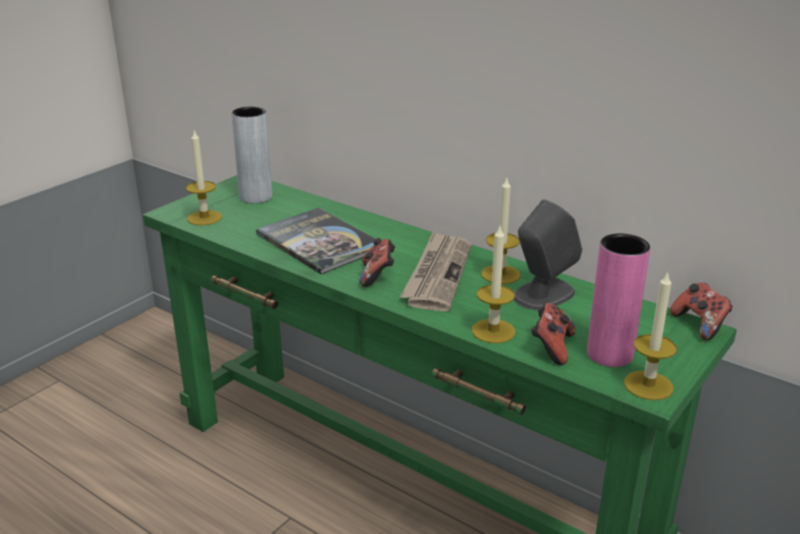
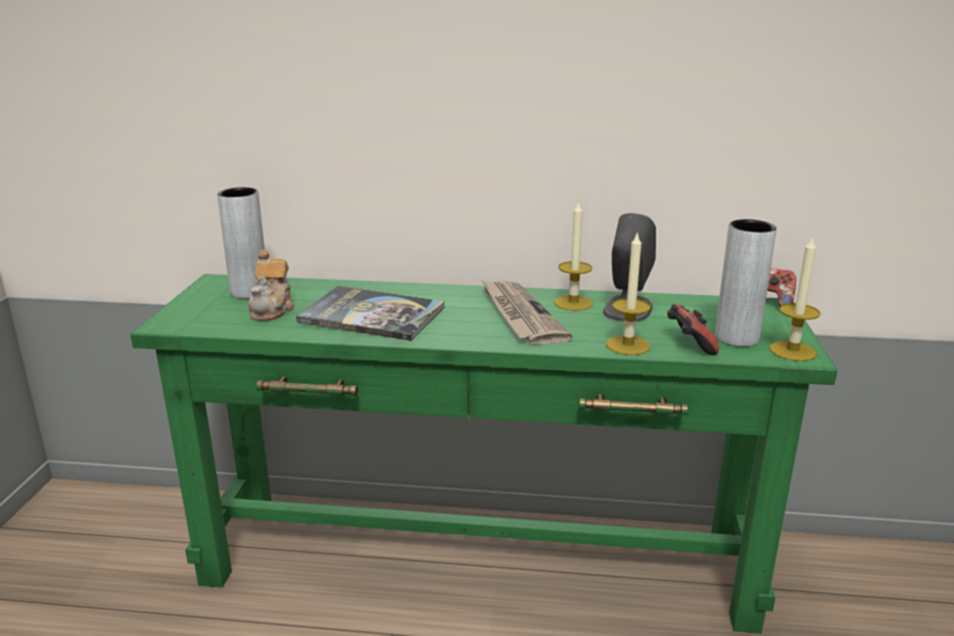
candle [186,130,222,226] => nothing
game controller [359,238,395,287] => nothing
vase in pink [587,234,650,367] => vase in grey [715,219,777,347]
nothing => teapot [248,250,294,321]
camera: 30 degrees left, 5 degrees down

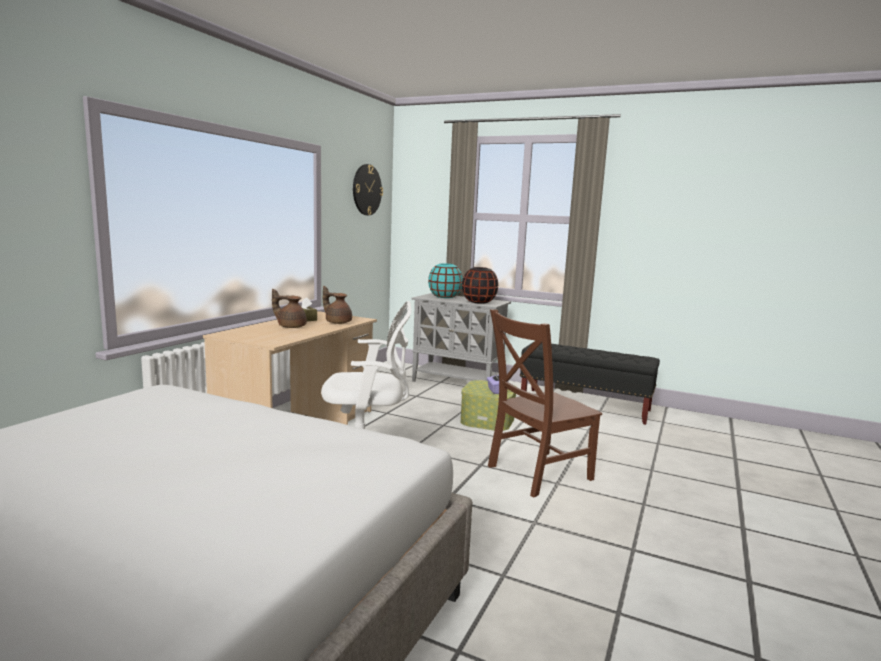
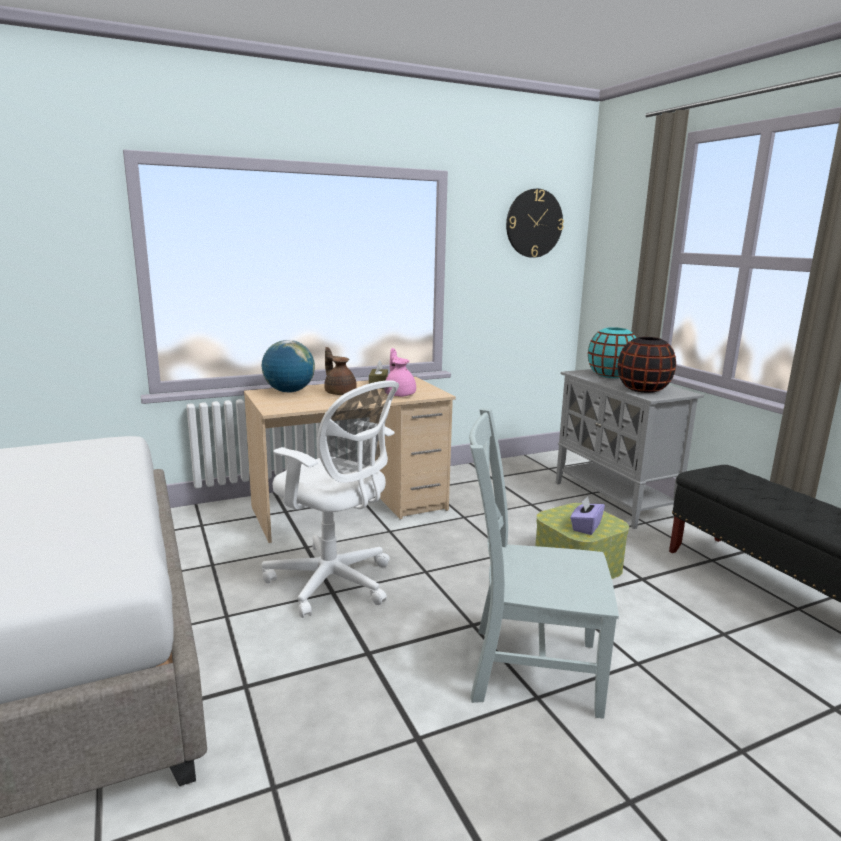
teapot in brown [323,286,352,324] => teapot in pink [386,348,416,397]
chair in brown [488,309,602,498] => chair in grey [469,408,619,719]
nothing => globe [261,340,315,393]
camera: 40 degrees right, 5 degrees up

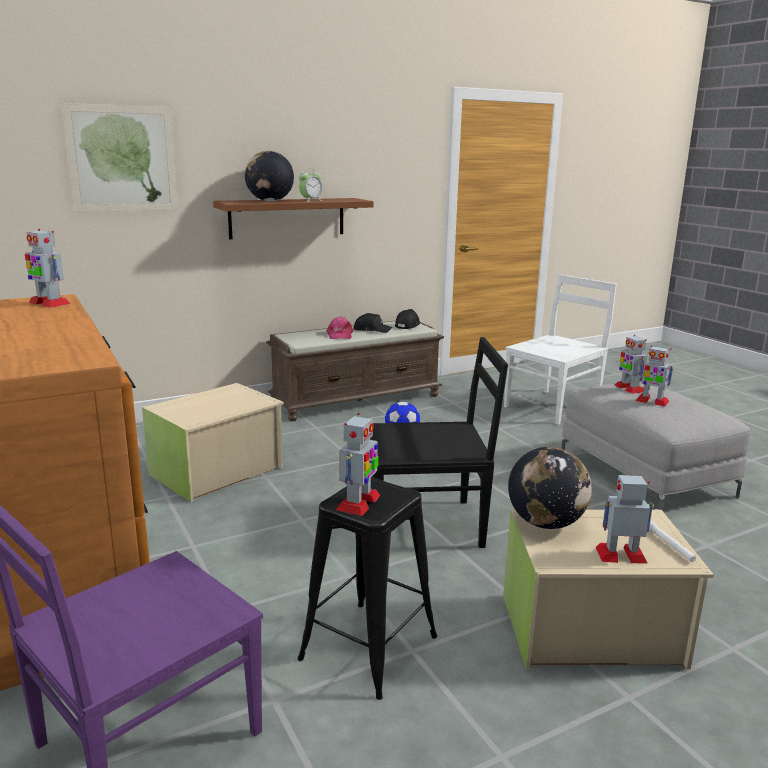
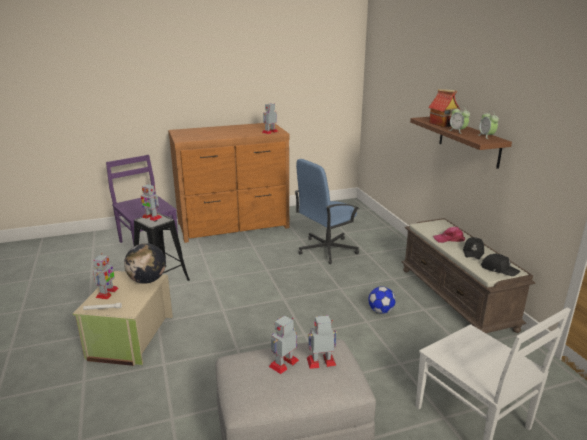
picture [62,103,178,213] => nothing
storage box in beige [142,383,284,502] => office chair in blue [294,159,360,264]
globe [245,151,294,201] => toy house [428,89,460,127]
chair in black [370,337,508,548] => nothing
nothing => alarm clock [478,111,499,139]
camera: 100 degrees right, 5 degrees up

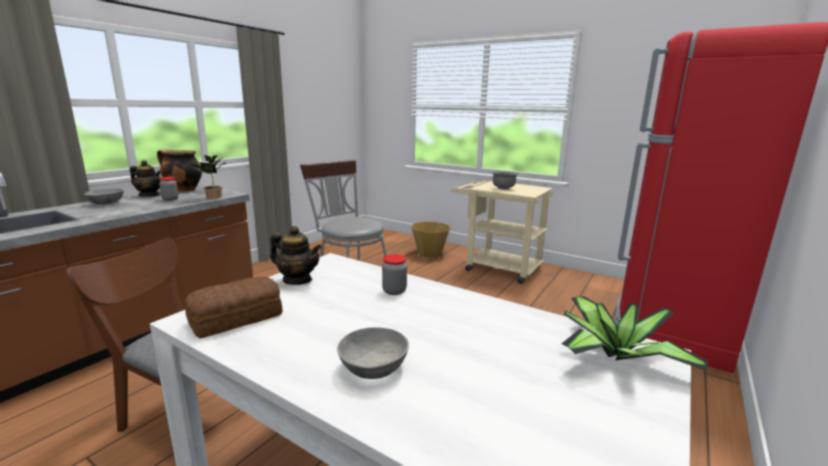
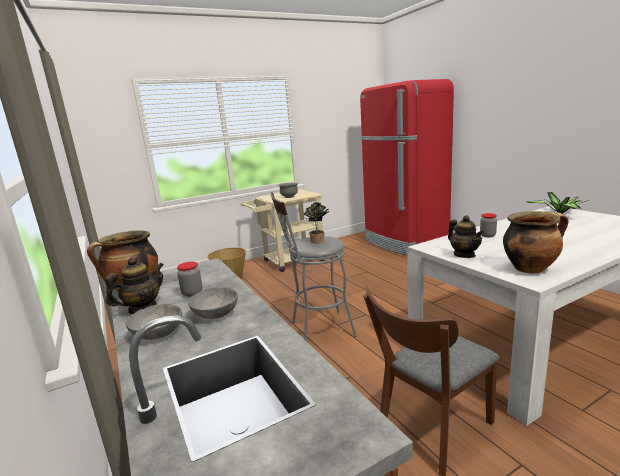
bread [184,277,282,339] => cooking pot [503,211,569,273]
potted plant [190,155,226,199] => potted plant [303,203,329,243], moved
teapot [270,226,322,285] => teapot [448,215,484,258], 105 degrees clockwise
bowl in grey [337,327,409,379] => bowl in grey [188,287,238,319], moved
camera: 60 degrees left, 0 degrees up

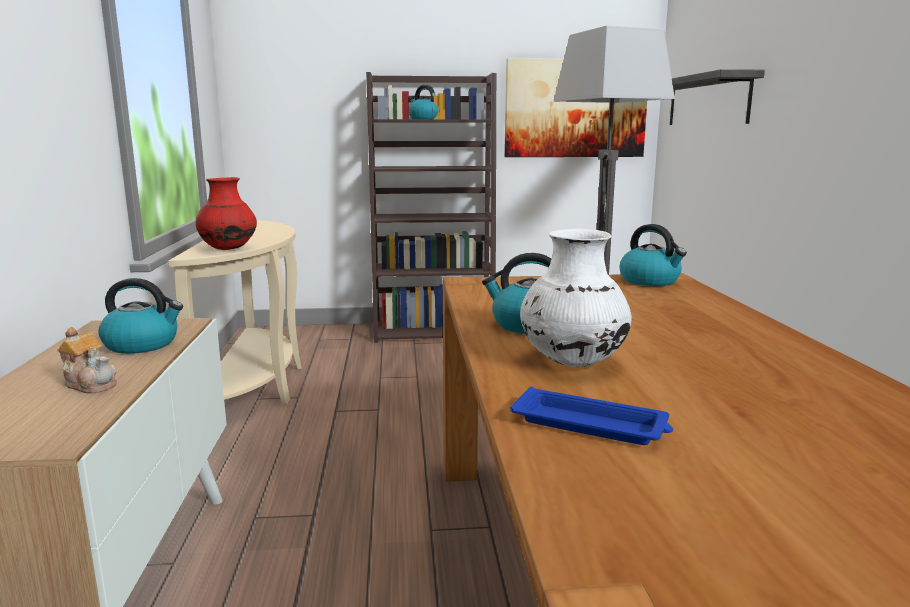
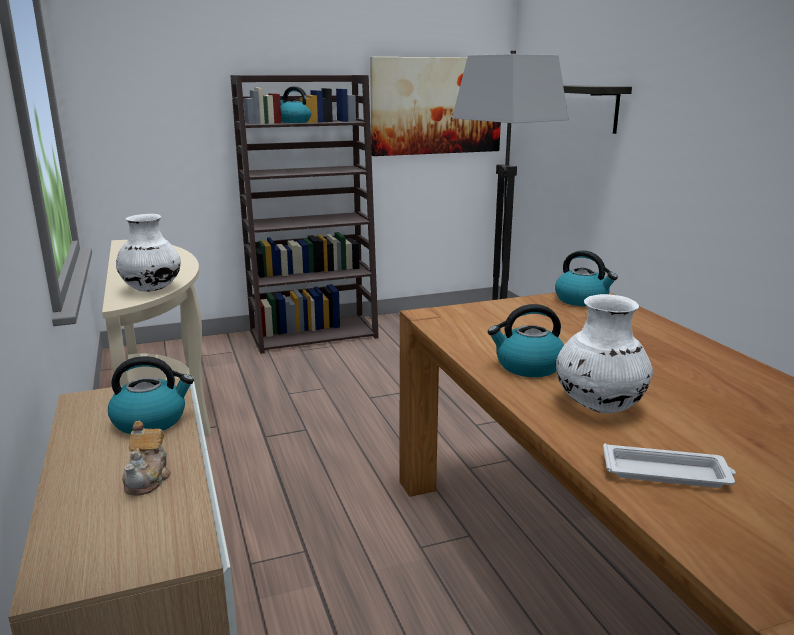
teapot [58,327,117,393] => teapot [122,421,171,496], 75 degrees clockwise
vase in red [195,177,257,250] => vase in white [116,214,181,292]
tray in blue [510,387,673,445] => tray in white [603,443,736,488]
camera: 15 degrees left, 5 degrees up

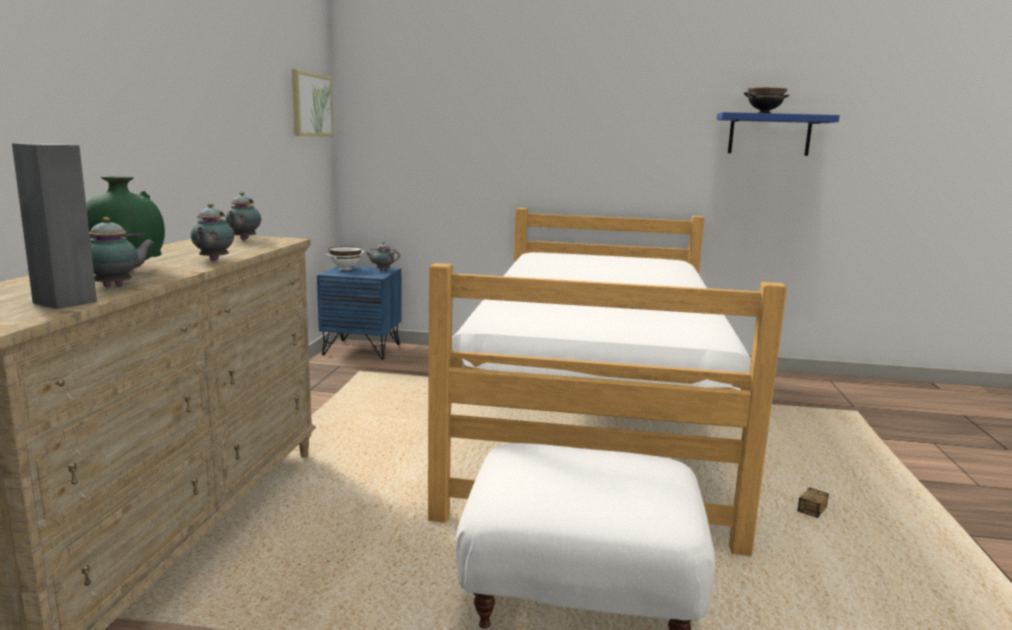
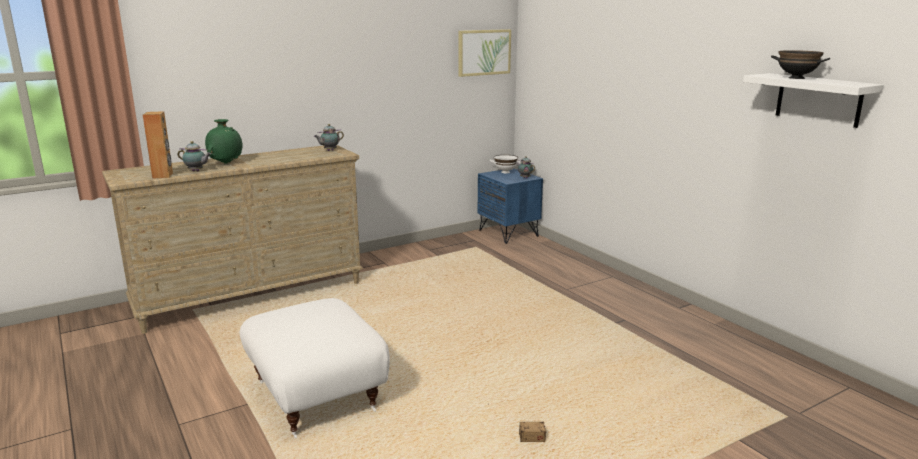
speaker in grey [12,143,97,309] => speaker in brown [143,111,173,179]
teapot [191,203,234,261] => nothing
bed [428,208,787,556] => nothing
shelf in blue [717,112,840,156] => shelf in white [743,73,884,128]
camera: 50 degrees right, 5 degrees up

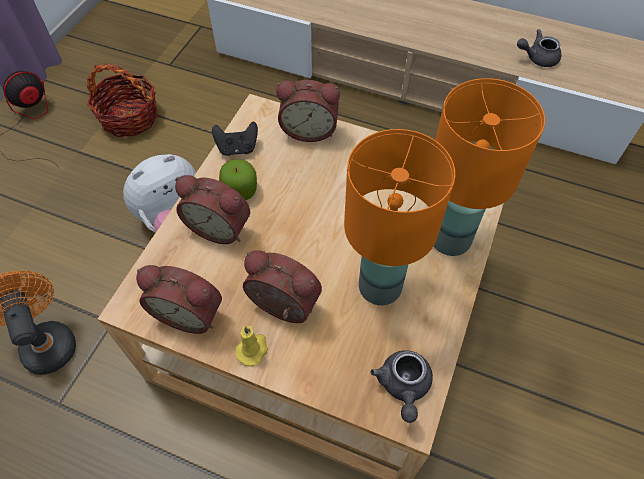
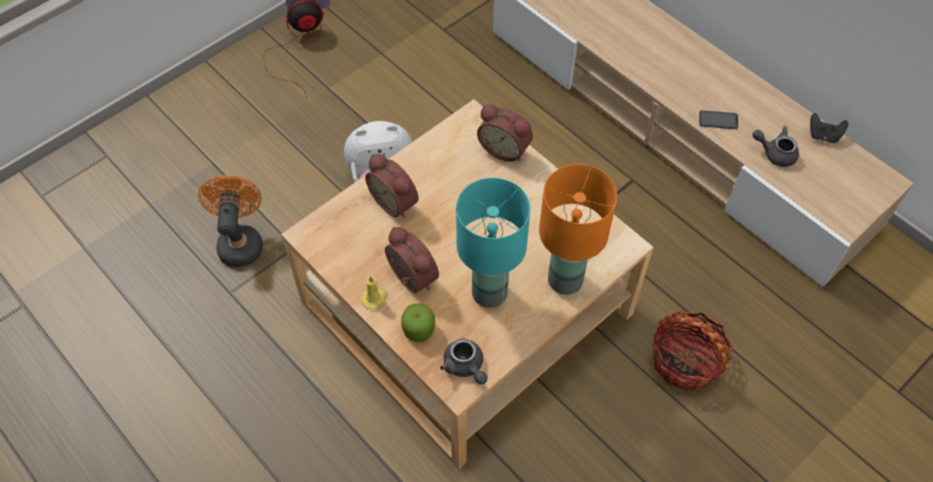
basket [87,63,158,137] => basket [652,311,733,391], moved
alarm clock [136,265,222,334] => nothing
game controller in black [212,122,258,156] => game controller in black [810,113,848,143], moved
apple [219,159,257,200] => apple [401,304,435,342], moved
table lamp in orange [344,129,455,305] => table lamp in turquoise [456,178,530,308]
teapot in grey [370,350,433,423] => teapot in grey [440,338,487,384], 60 degrees counterclockwise
nothing => phone [699,110,738,129]
camera: 25 degrees right, 0 degrees up

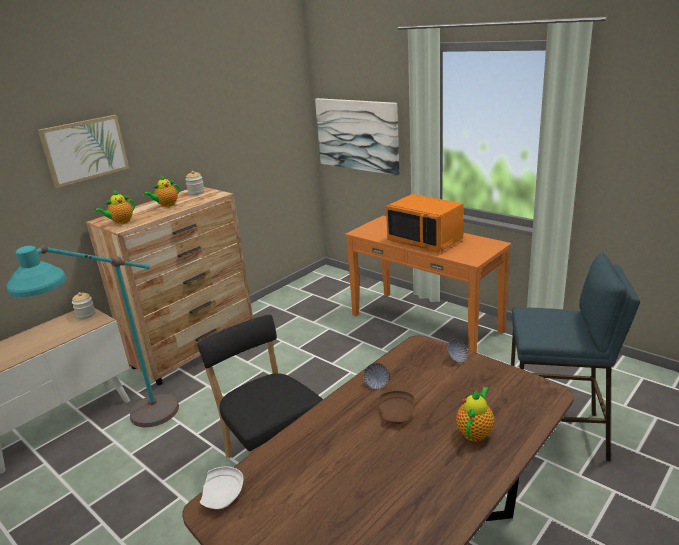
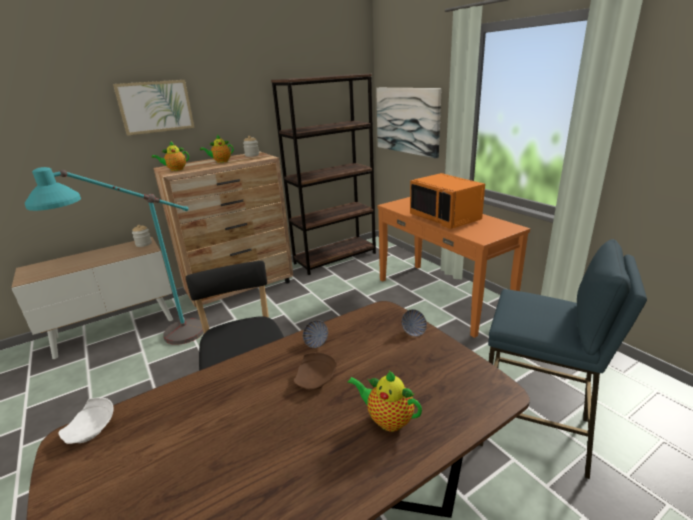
teapot [456,387,495,442] => teapot [348,370,422,431], 105 degrees counterclockwise
nothing => bookcase in brown [271,74,376,275]
camera: 15 degrees right, 0 degrees up

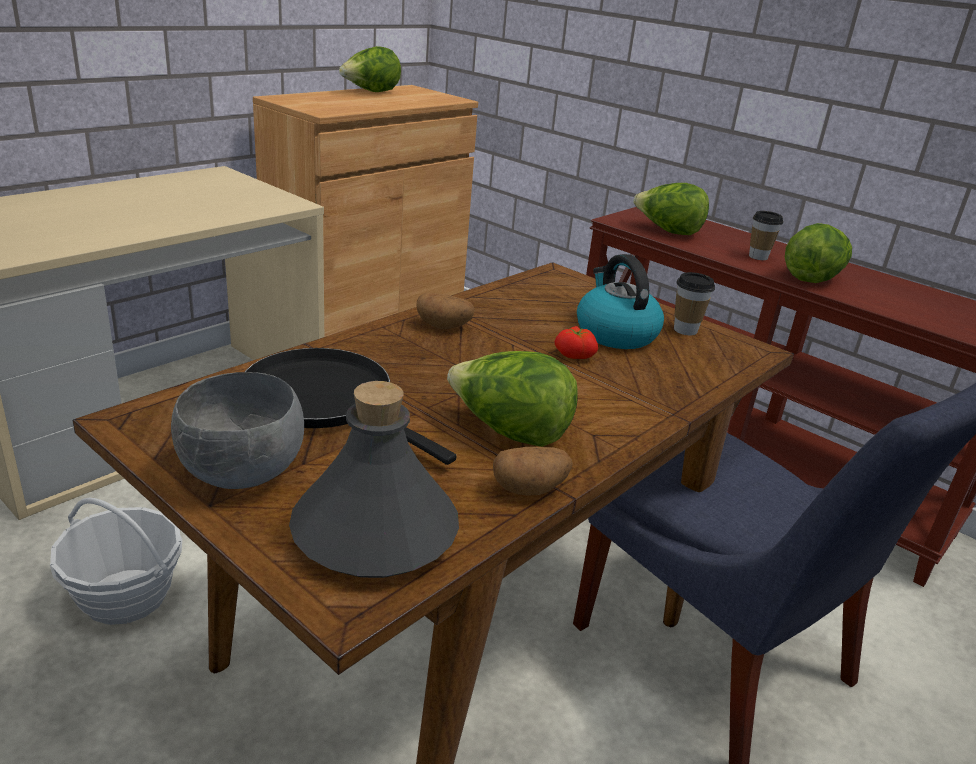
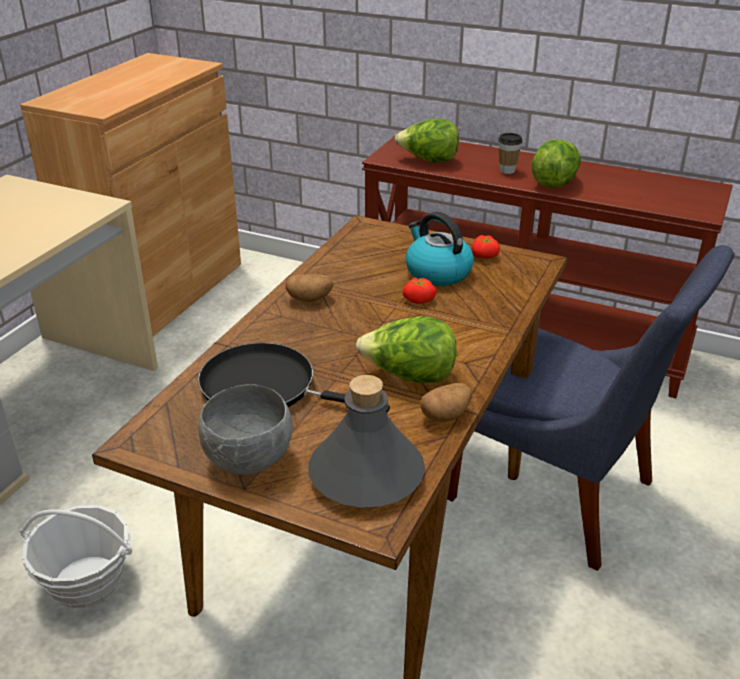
lettuce [339,46,401,92] => nothing
cup [674,272,715,335] => tomato [471,235,500,259]
camera: 15 degrees left, 5 degrees up

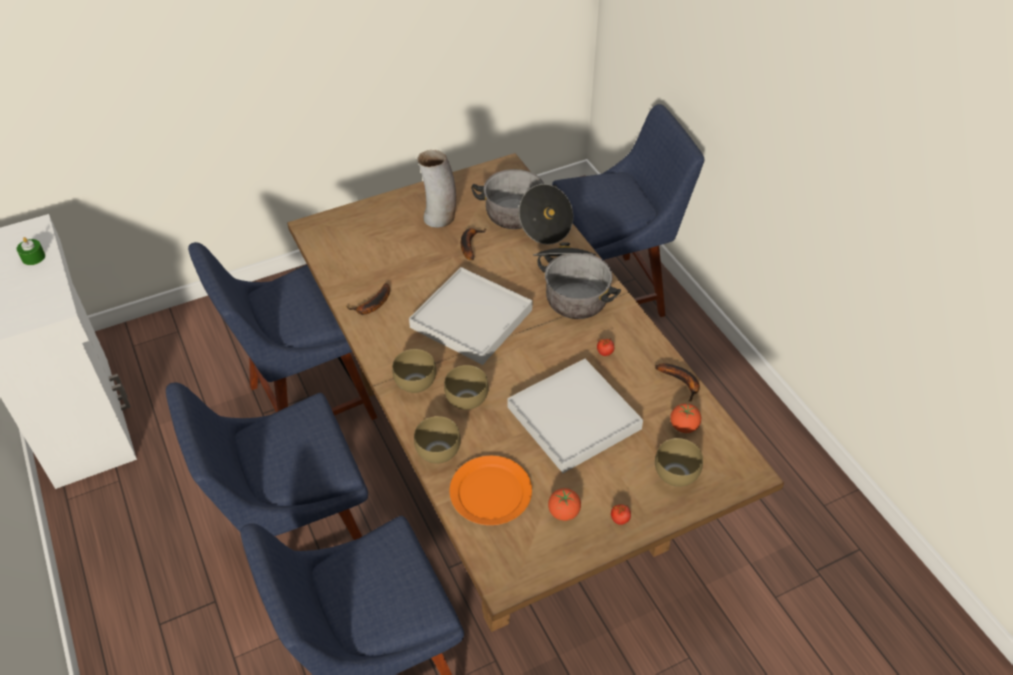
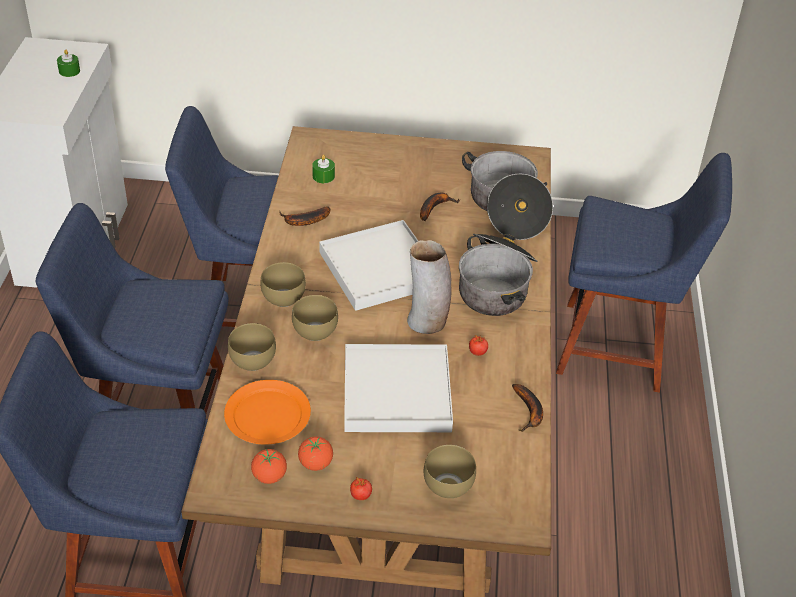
vase [417,150,456,228] => vase [407,240,452,334], moved
tomato [670,403,701,433] => tomato [251,449,287,484], moved
nothing => candle in green [312,155,335,183]
camera: 30 degrees right, 5 degrees down

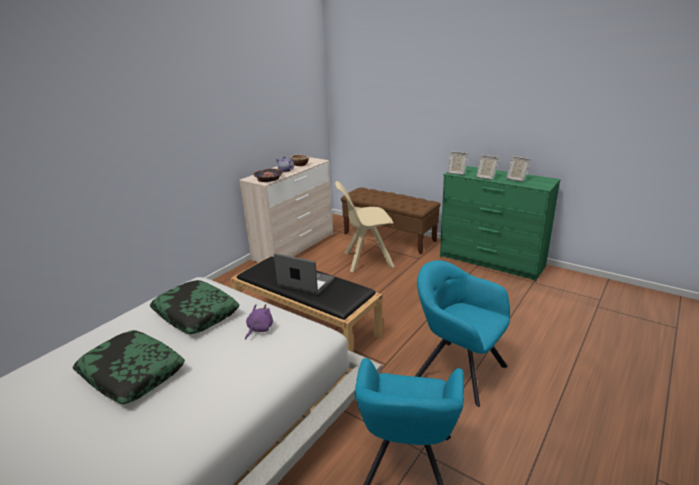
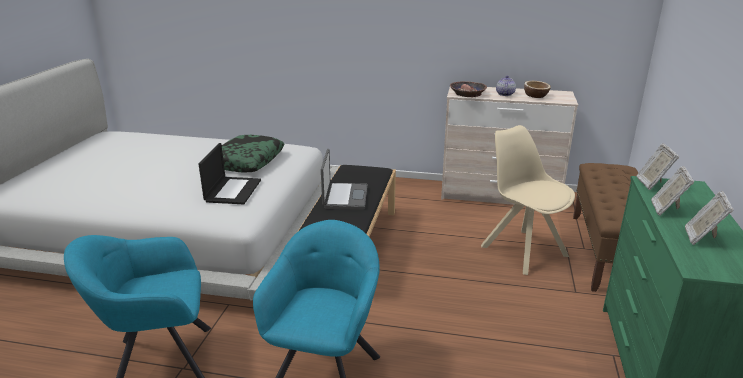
pillow [73,330,185,404] => nothing
plush toy in purple [245,304,273,340] => laptop [199,143,261,204]
camera: 65 degrees right, 0 degrees up

